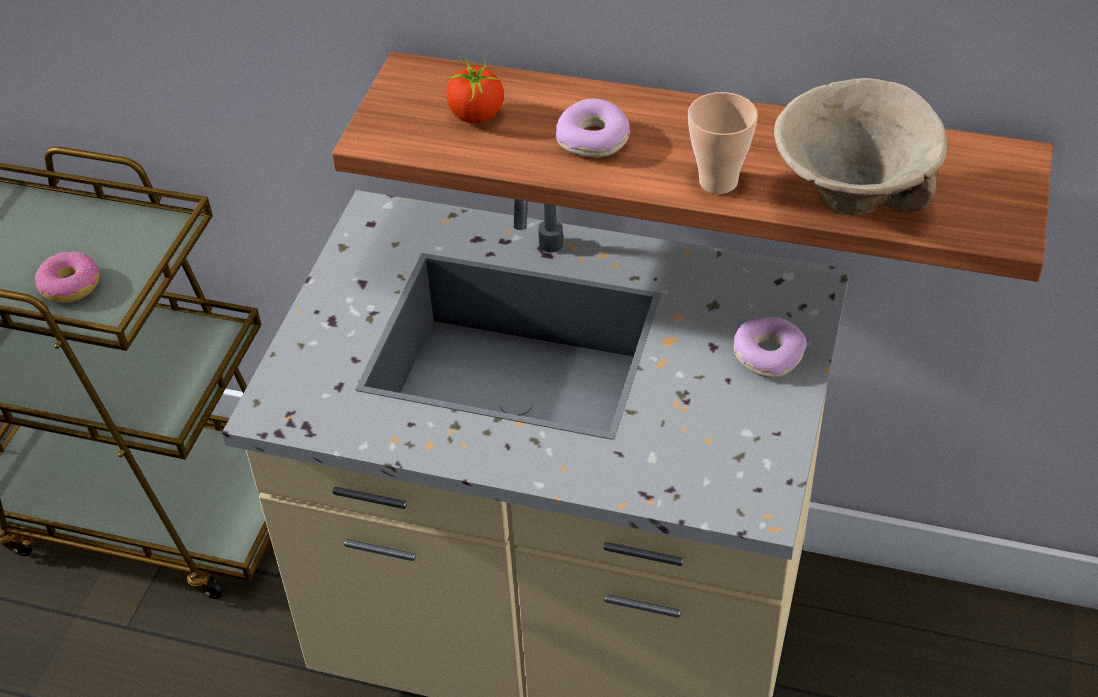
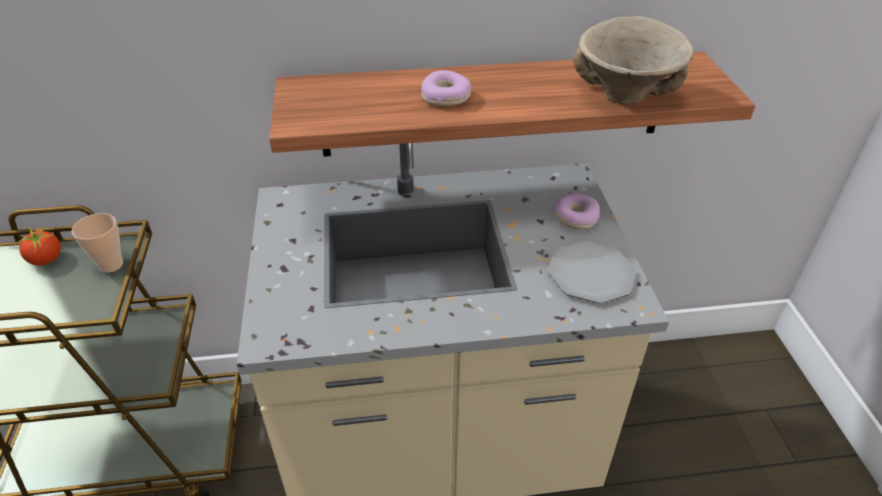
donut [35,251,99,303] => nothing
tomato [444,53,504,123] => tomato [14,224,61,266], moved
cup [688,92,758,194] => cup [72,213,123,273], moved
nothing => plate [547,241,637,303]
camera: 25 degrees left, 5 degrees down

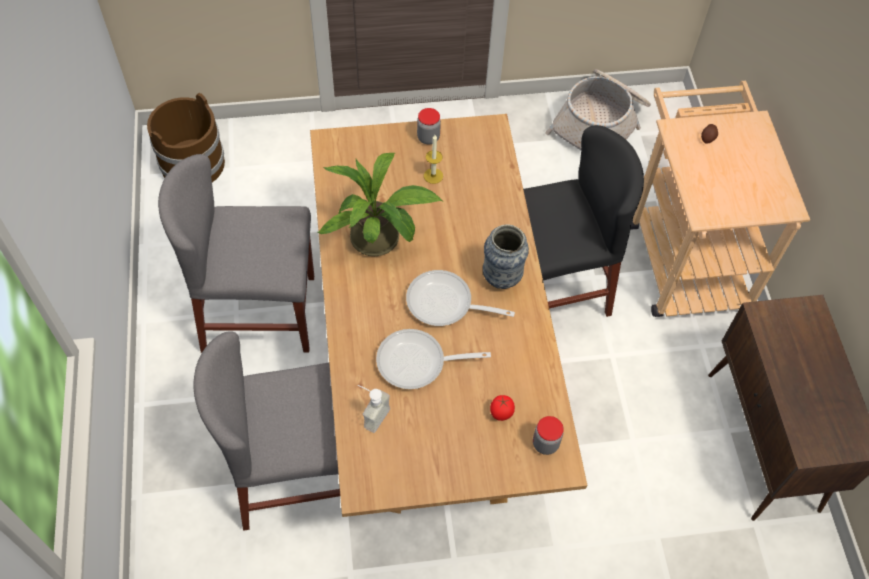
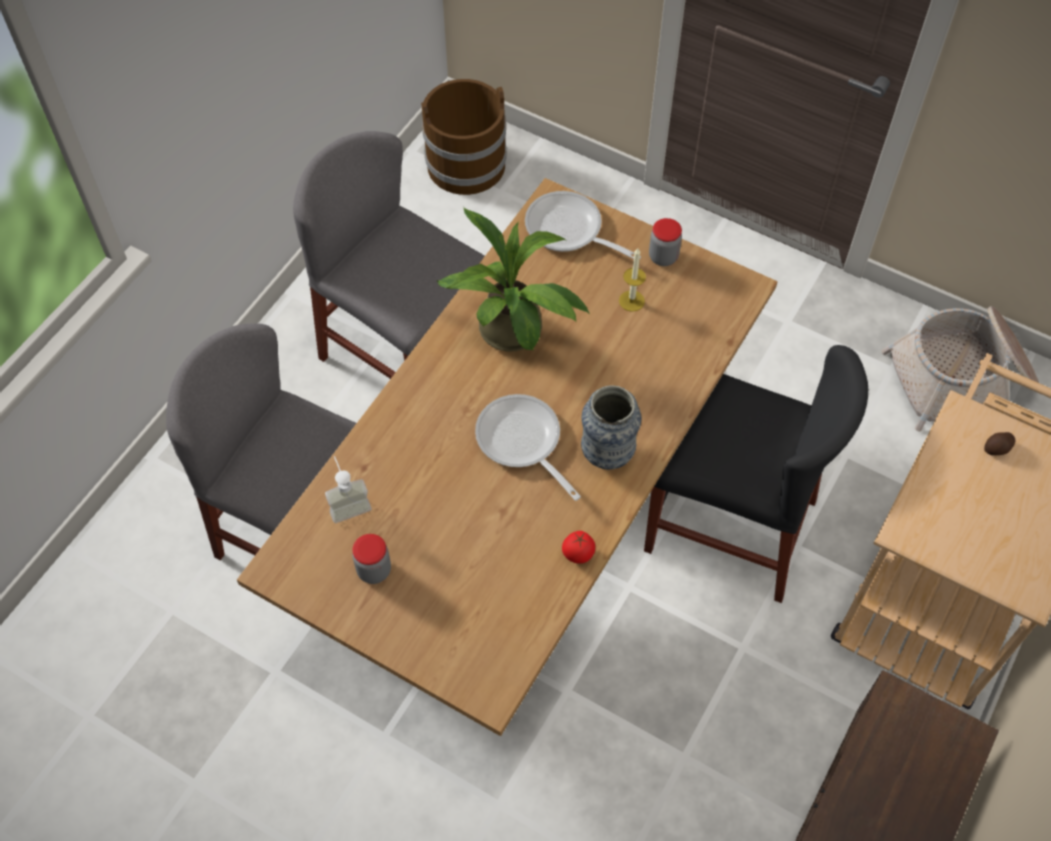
frying pan [376,329,491,389] => frying pan [525,191,641,259], moved
tomato [490,395,515,421] => tomato [562,531,595,564], moved
jar [533,416,564,455] => jar [352,534,391,584], moved
camera: 40 degrees right, 0 degrees up

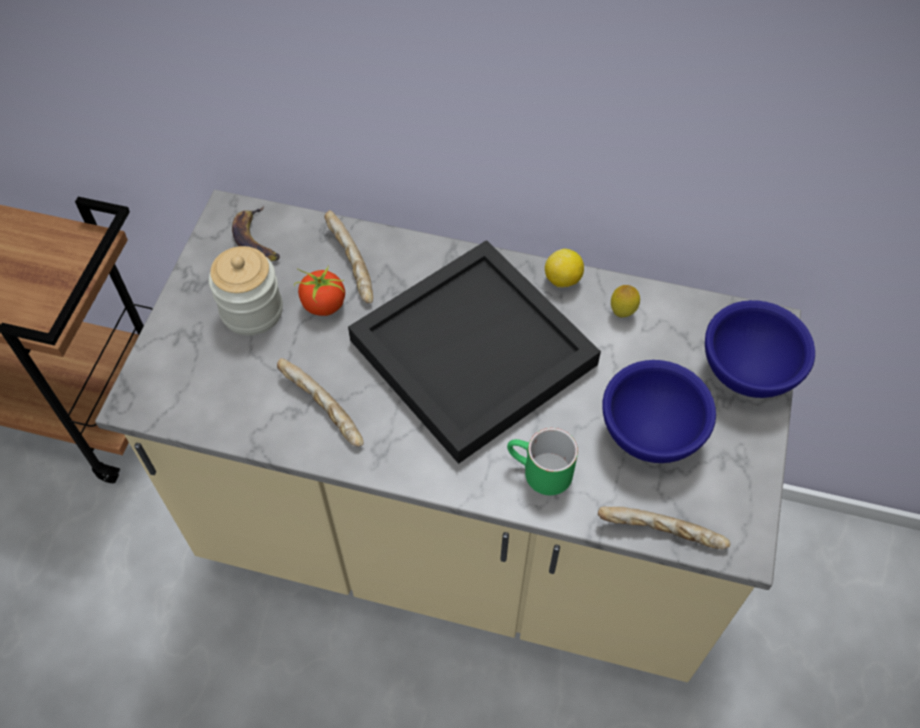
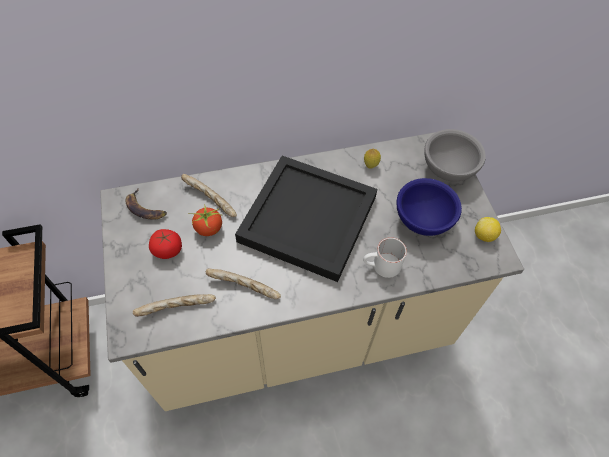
jar [209,246,283,336] => tomato [149,229,182,259]
mug in green [507,428,578,495] => mug in white [363,237,407,278]
lemon [545,249,584,288] => lemon [475,217,501,242], moved
bread [598,506,731,550] => bread [133,294,216,317], moved
bowl in blue [705,300,815,398] => bowl in grey [424,129,486,182]
camera: 30 degrees left, 0 degrees up

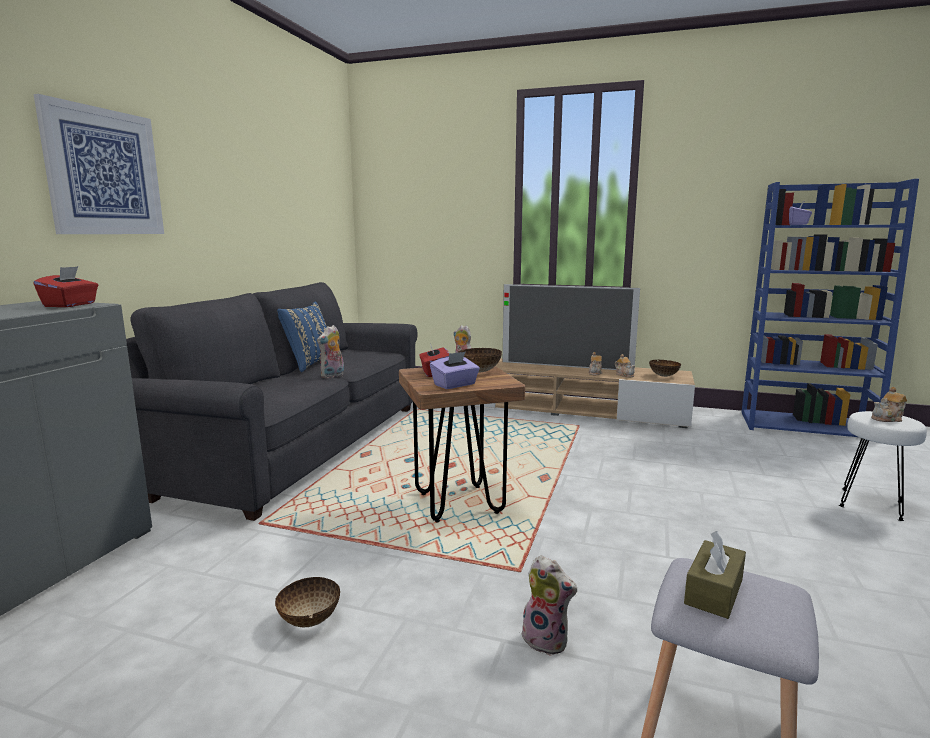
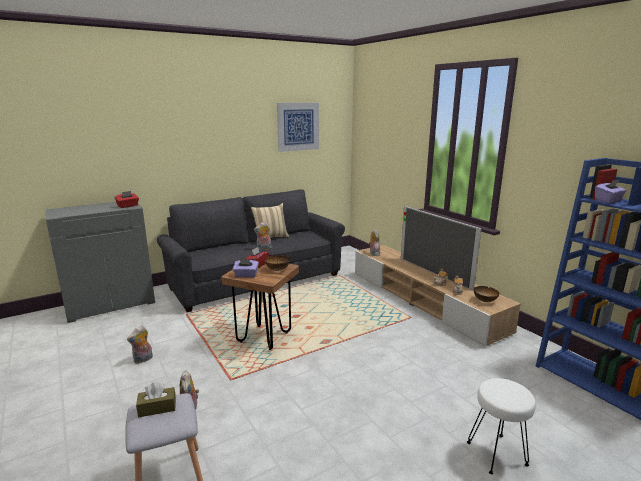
picture [33,94,164,234] => picture [277,103,319,152], moved
bowl [275,577,340,627] => plush toy [127,325,153,364]
pillow in blue [277,302,327,372] => pillow in beige [251,203,289,238]
teapot [871,387,907,422] => nothing
camera: 40 degrees right, 5 degrees up

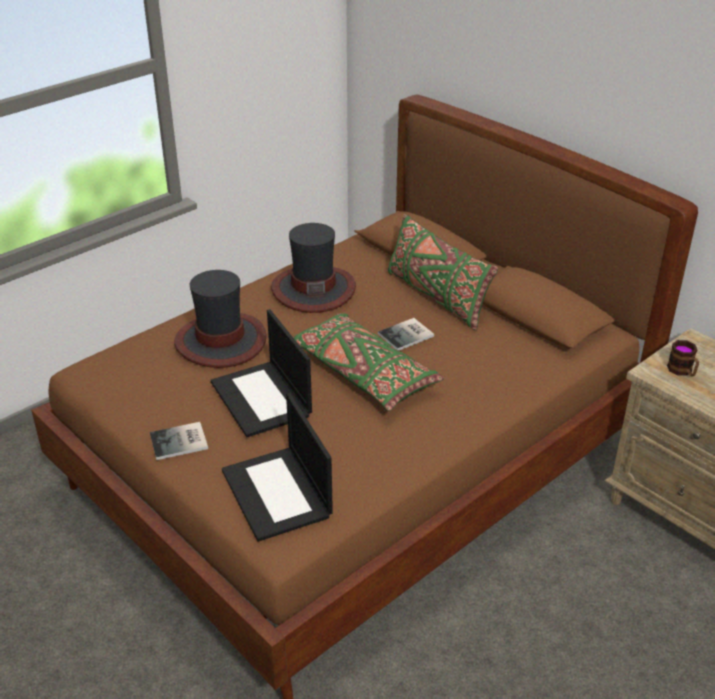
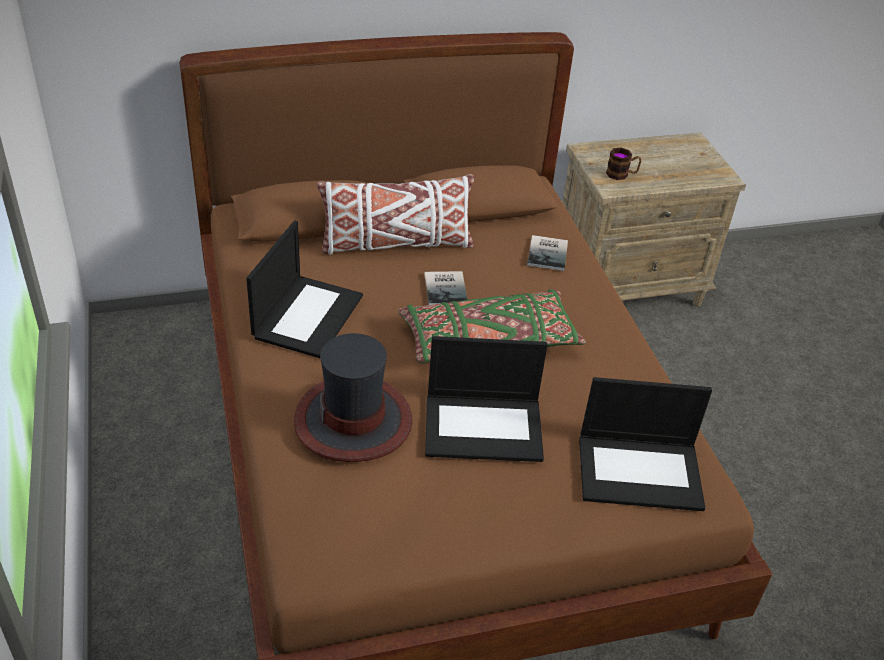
book [150,422,208,460] => book [527,235,568,271], moved
hat [271,223,356,313] => laptop [246,221,363,358]
pillow in green [388,214,498,331] => pillow in white [317,174,474,255]
camera: 65 degrees left, 5 degrees up

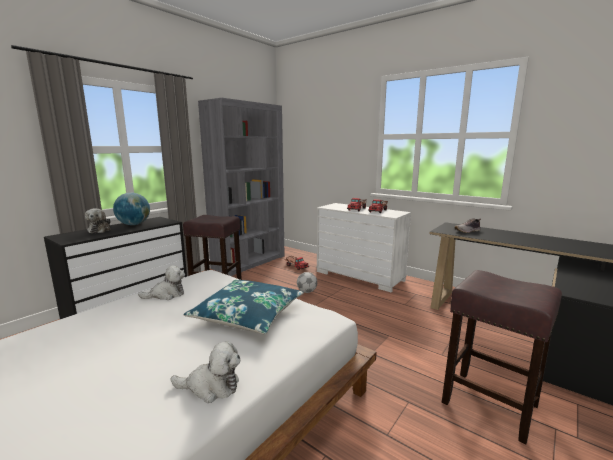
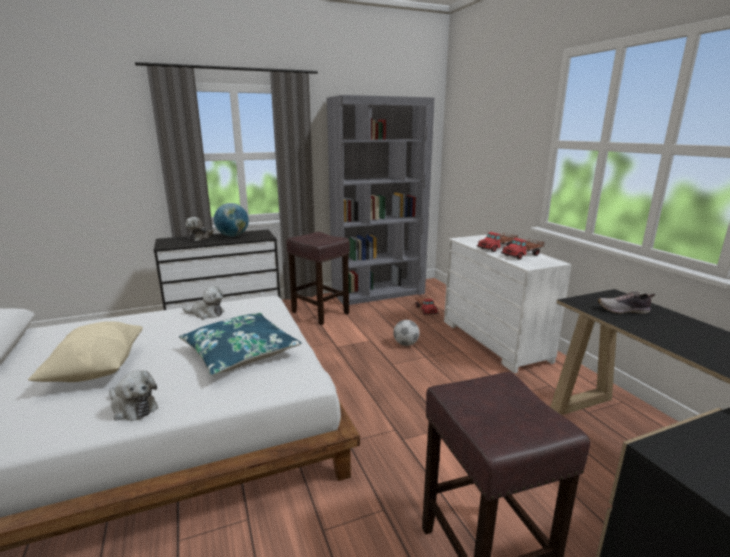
nothing => pillow in beige [28,321,143,382]
camera: 30 degrees right, 5 degrees up

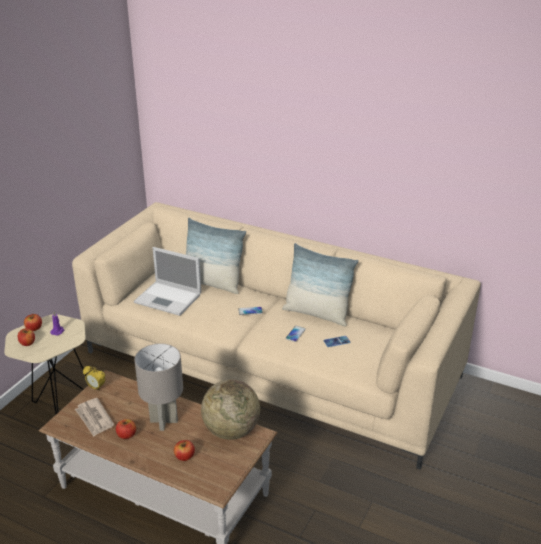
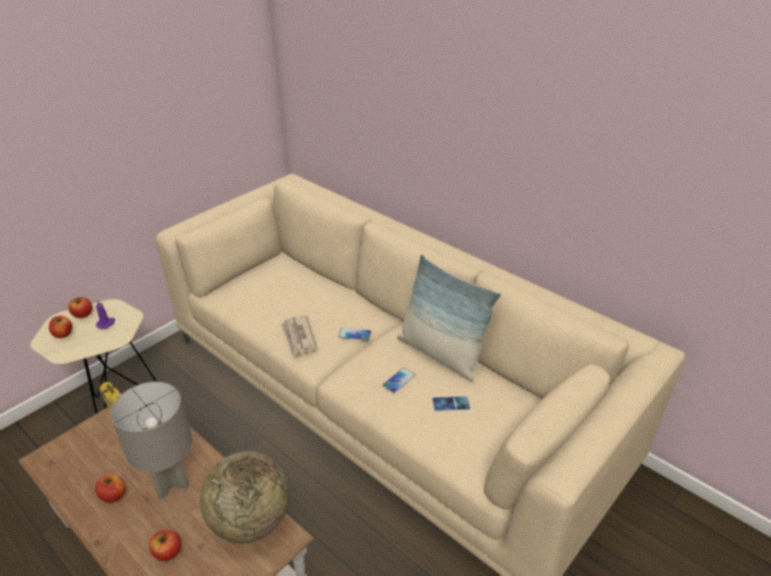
newspaper [75,398,114,437] => newspaper [281,315,318,357], moved
laptop [134,247,201,316] => nothing
pillow [186,218,246,294] => nothing
camera: 15 degrees right, 5 degrees up

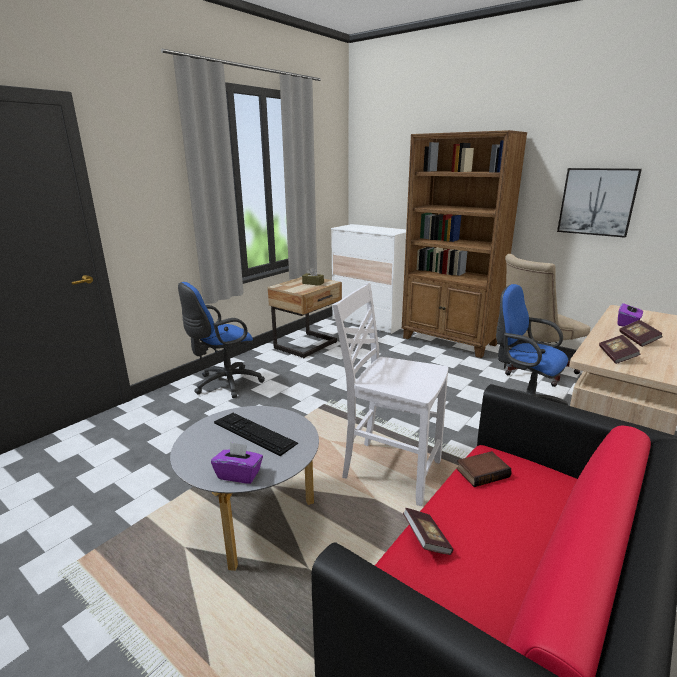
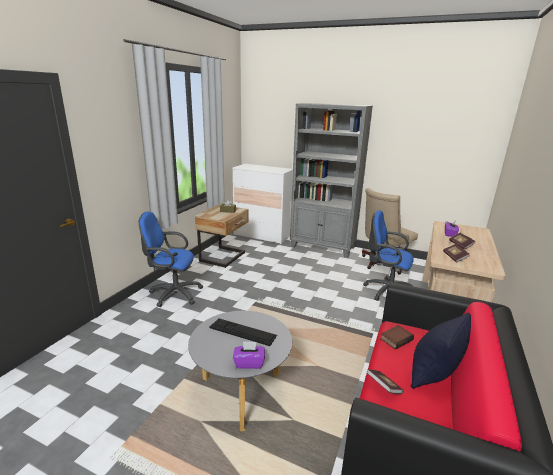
office chair in blue [178,282,265,398] => office chair in blue [139,212,203,307], 60 degrees clockwise
chair in white [333,283,448,506] => nothing
bookcase in brown [402,130,527,358] => bookcase in grey [290,103,373,258]
picture [557,168,642,238] => nothing
nothing => pillow in black [410,313,471,389]
camera: 15 degrees left, 0 degrees up

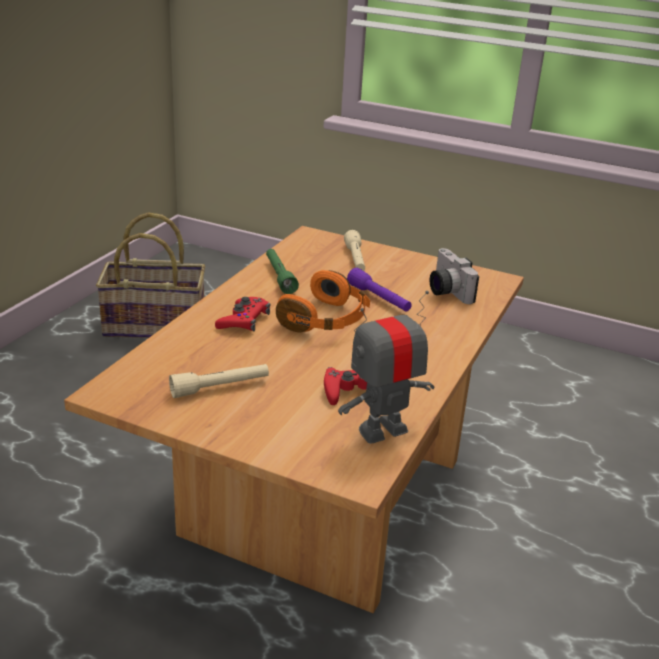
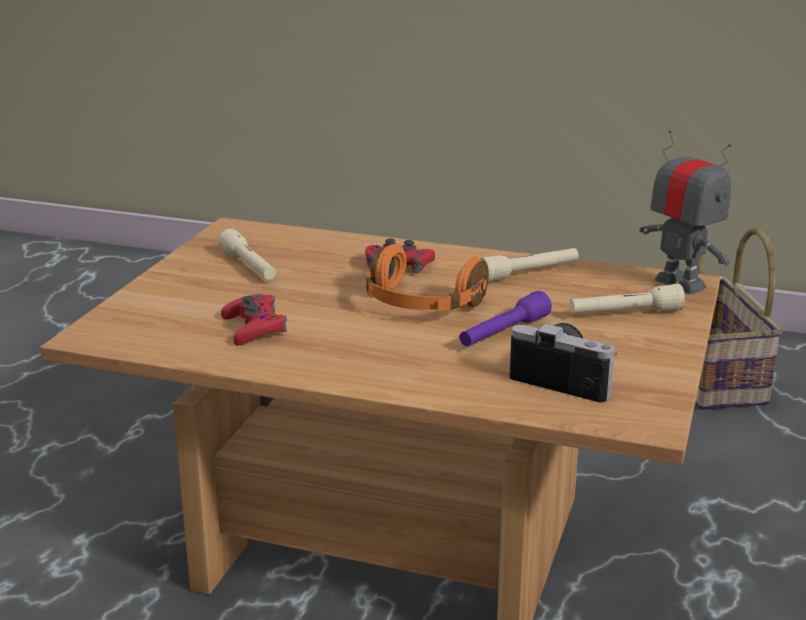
flashlight in green [266,249,299,294] => flashlight in beige [481,248,578,282]
toy robot [338,291,434,444] => toy robot [639,130,732,295], moved
photo camera [430,248,479,304] => photo camera [509,323,617,402], 60 degrees clockwise
camera: 85 degrees right, 5 degrees down

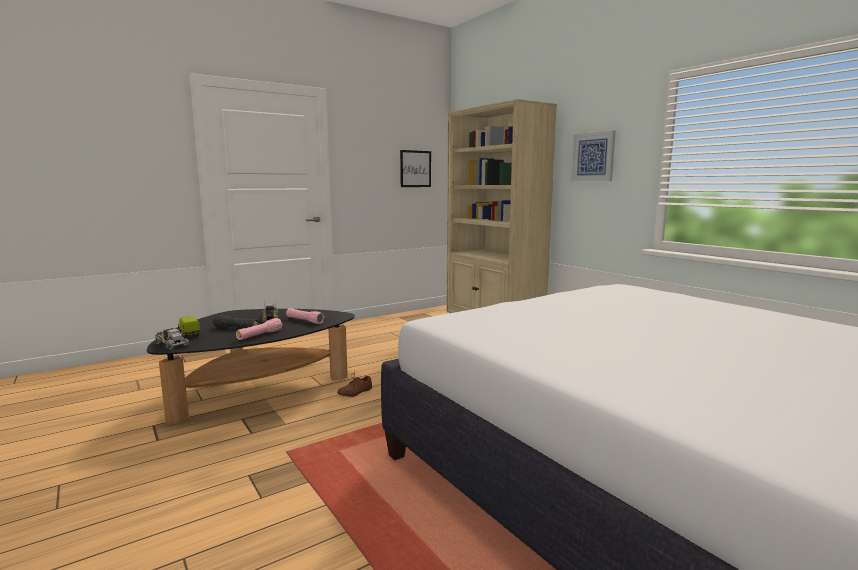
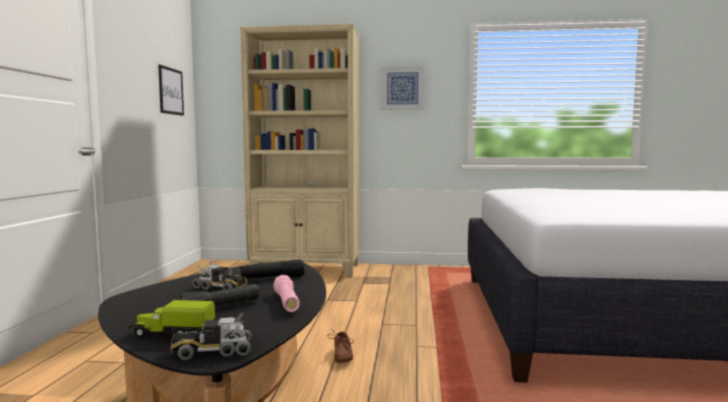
flashlight in pink [286,308,324,324] => flashlight in black [240,259,305,279]
camera: 50 degrees left, 5 degrees down

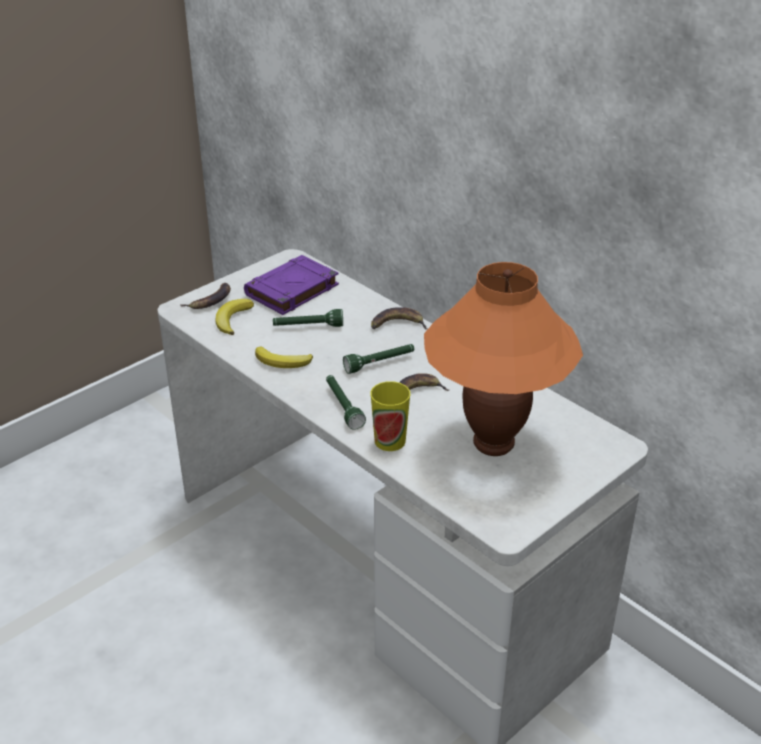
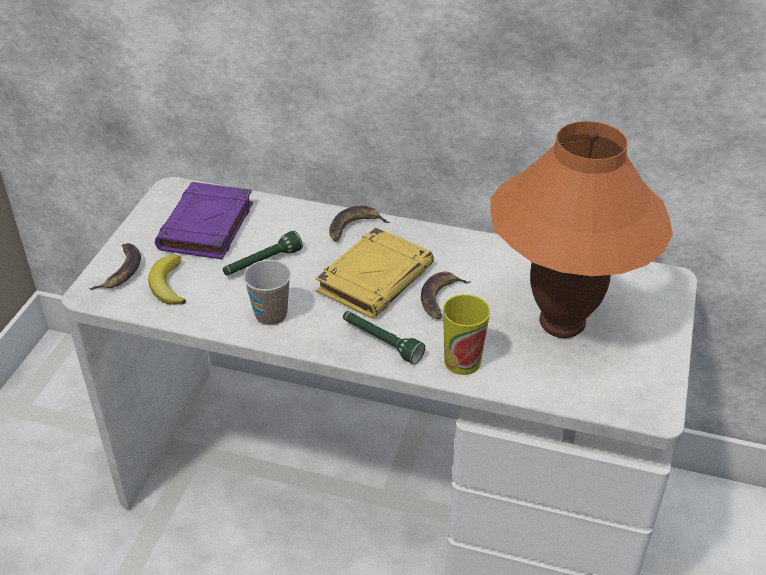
banana [255,347,313,368] => cup [243,260,291,325]
flashlight in green [343,344,414,374] => book in yellow [316,227,434,319]
camera: 30 degrees left, 5 degrees up

